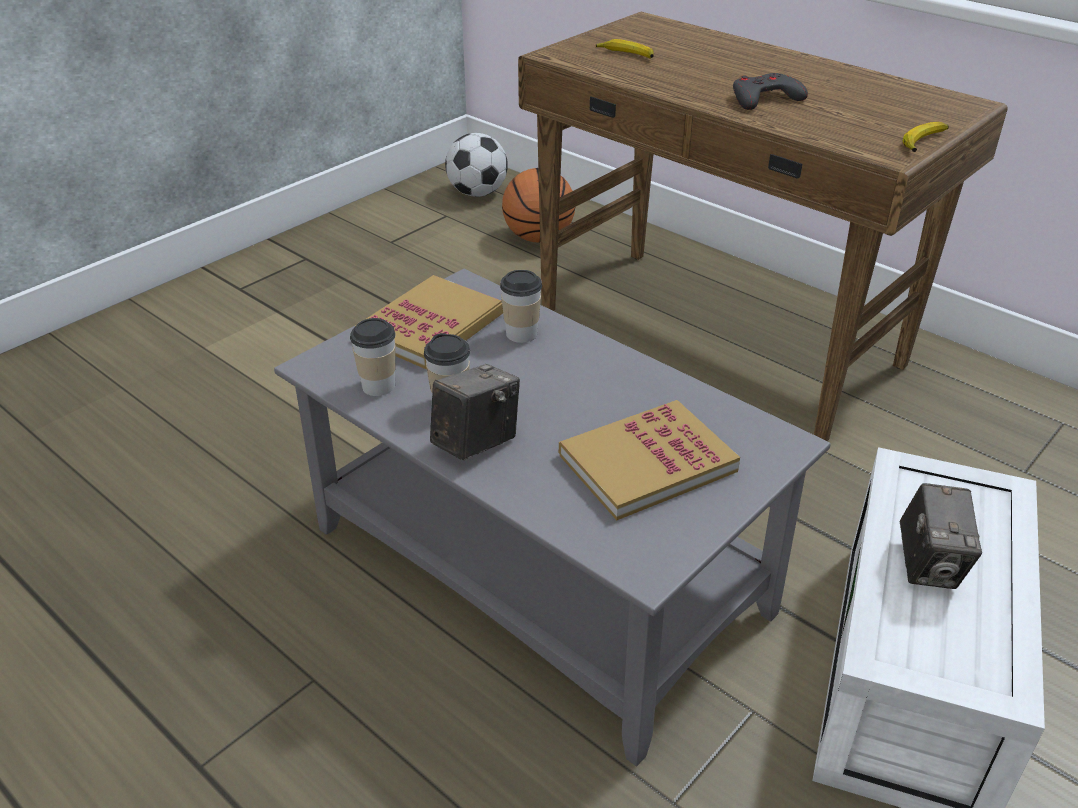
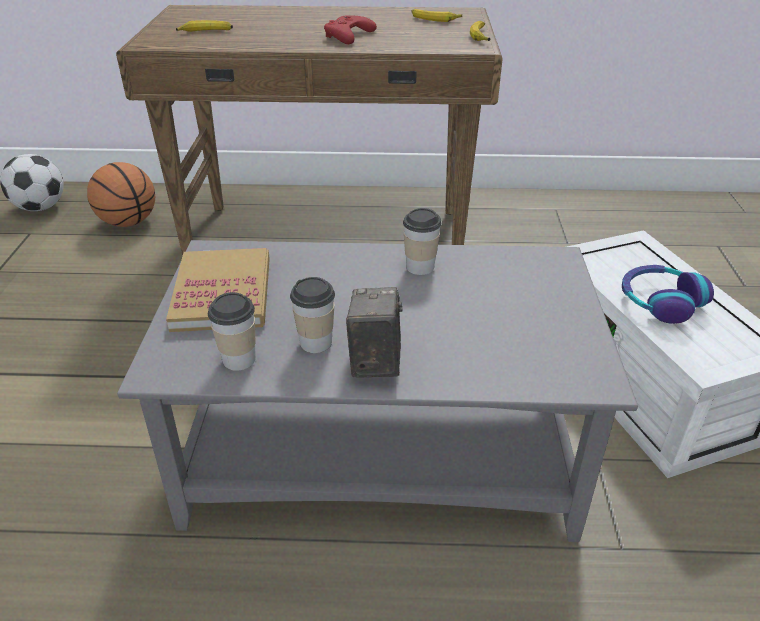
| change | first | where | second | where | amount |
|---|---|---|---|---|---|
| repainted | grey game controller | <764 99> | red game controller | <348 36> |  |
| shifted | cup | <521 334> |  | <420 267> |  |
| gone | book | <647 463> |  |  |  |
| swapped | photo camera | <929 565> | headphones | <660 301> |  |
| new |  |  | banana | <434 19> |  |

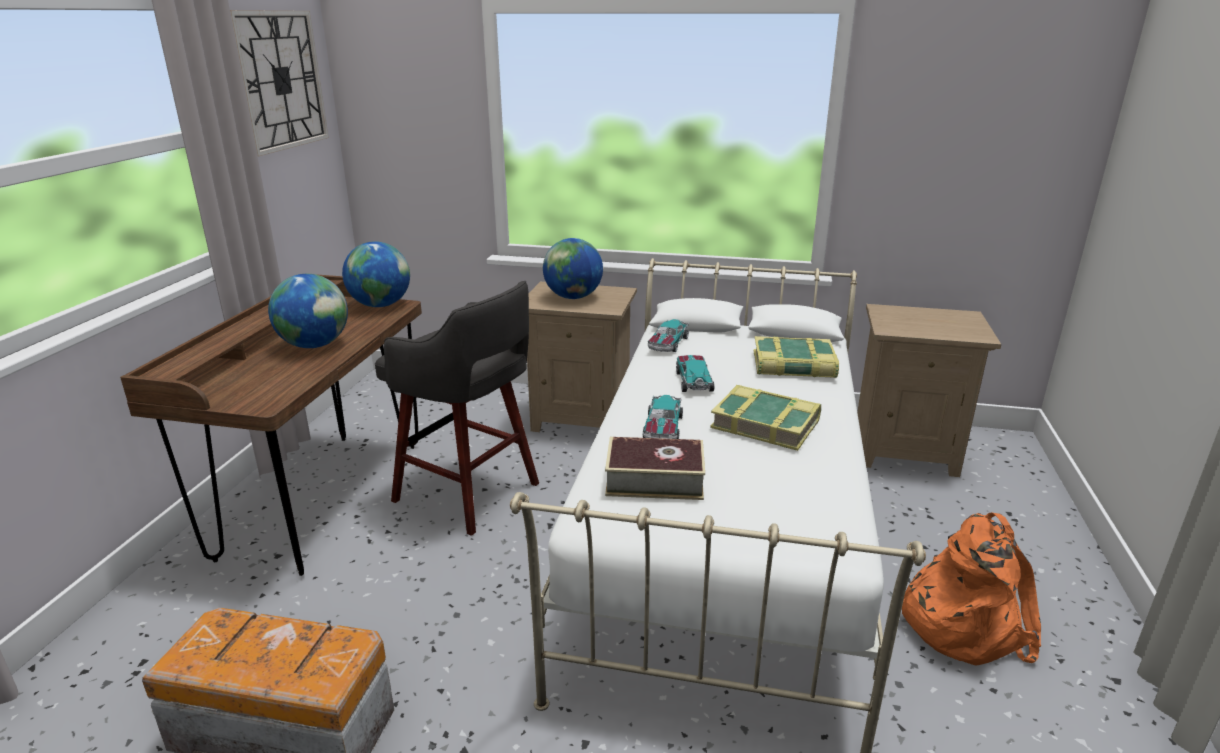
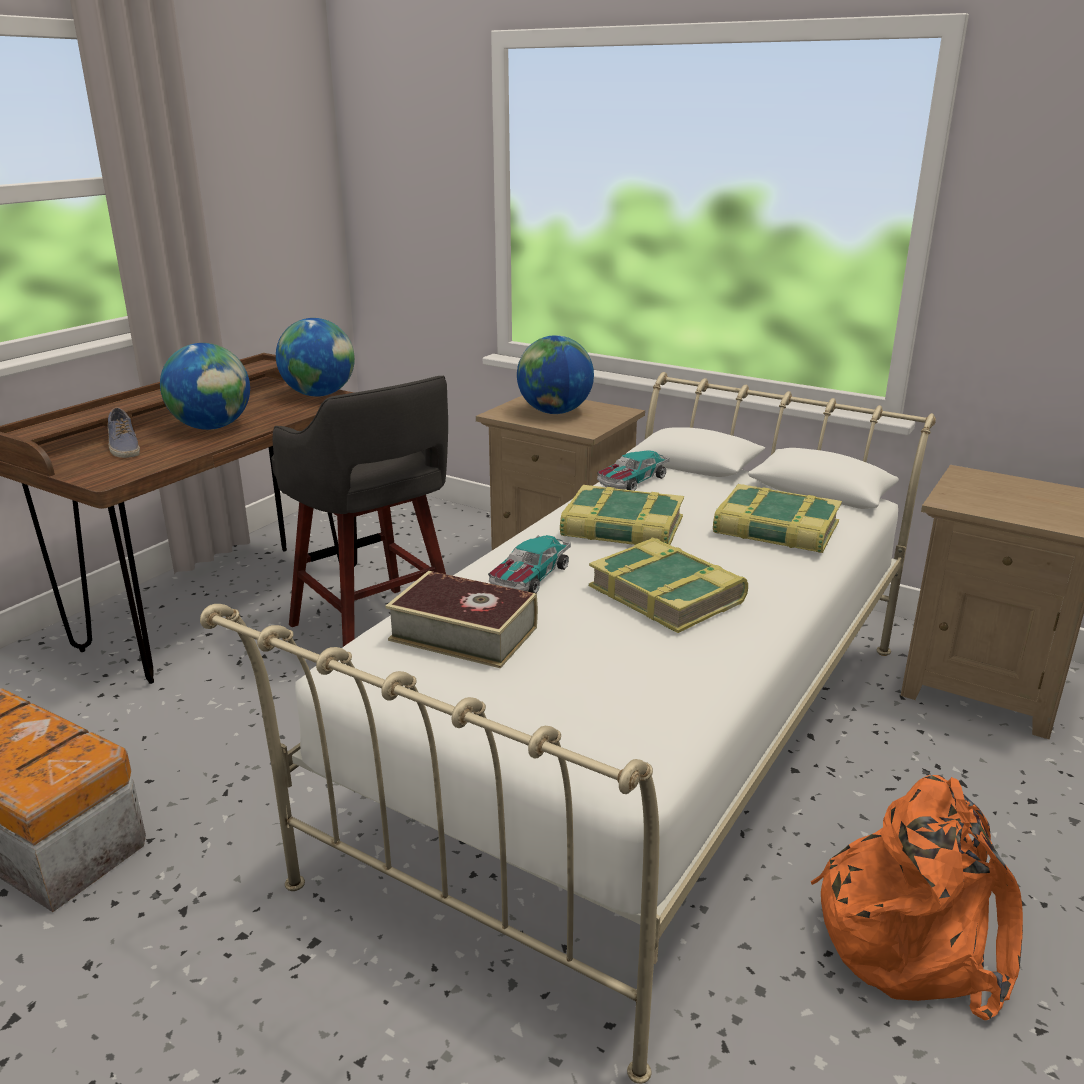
| change | first | where | second | where | amount |
|---|---|---|---|---|---|
| gone | wall clock | <279 80> |  |  |  |
| swapped | toy car | <694 381> | book | <622 528> |  |
| new |  |  | shoe | <123 447> |  |

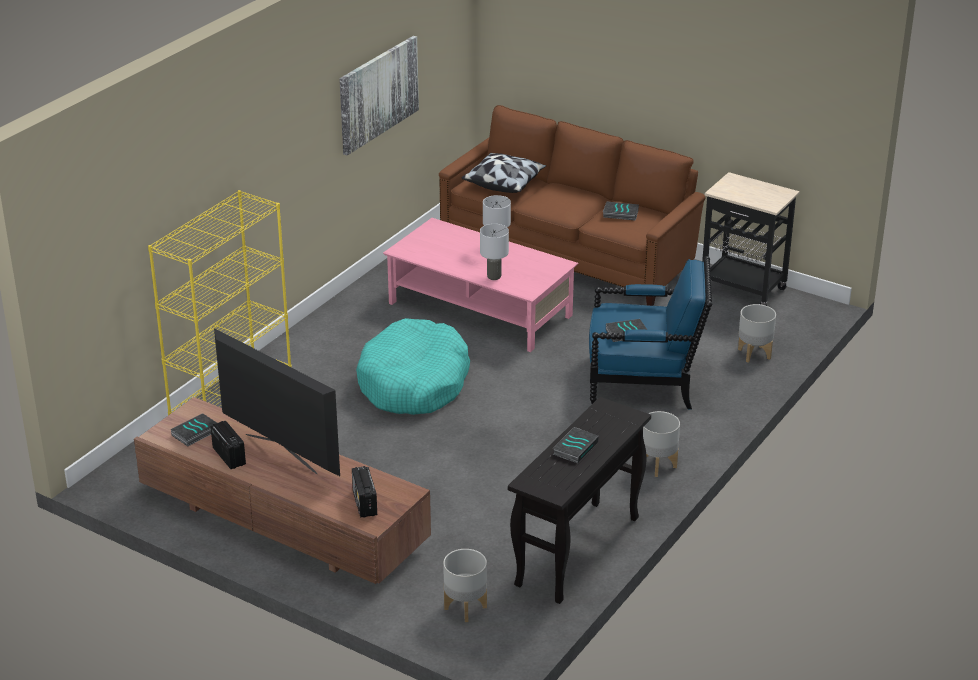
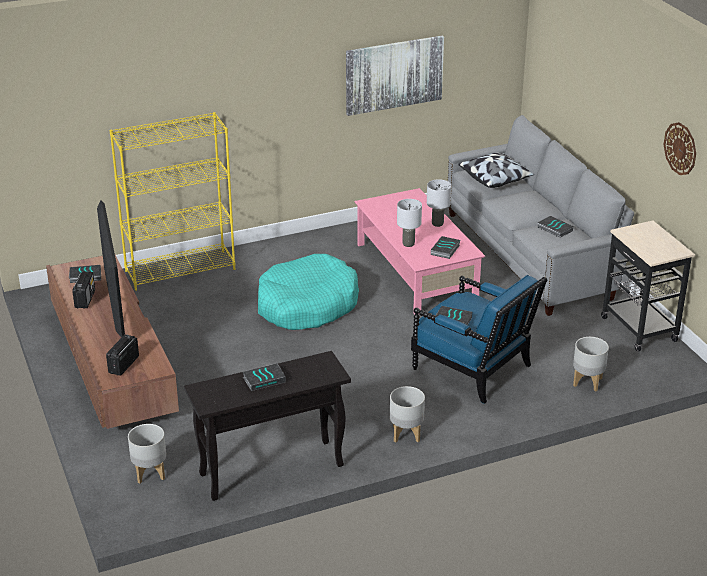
| change | first | where | second | where | amount |
|---|---|---|---|---|---|
| repainted | brown sofa | <570 253> | grey sofa | <532 254> |  |
| new |  |  | wall clock | <680 148> |  |
| new |  |  | book | <445 250> |  |

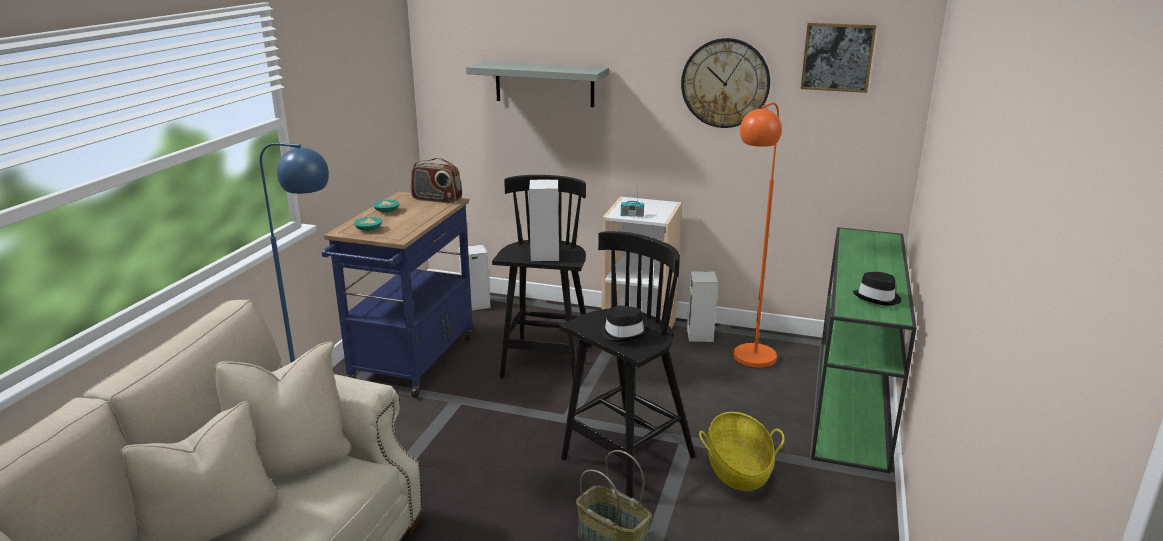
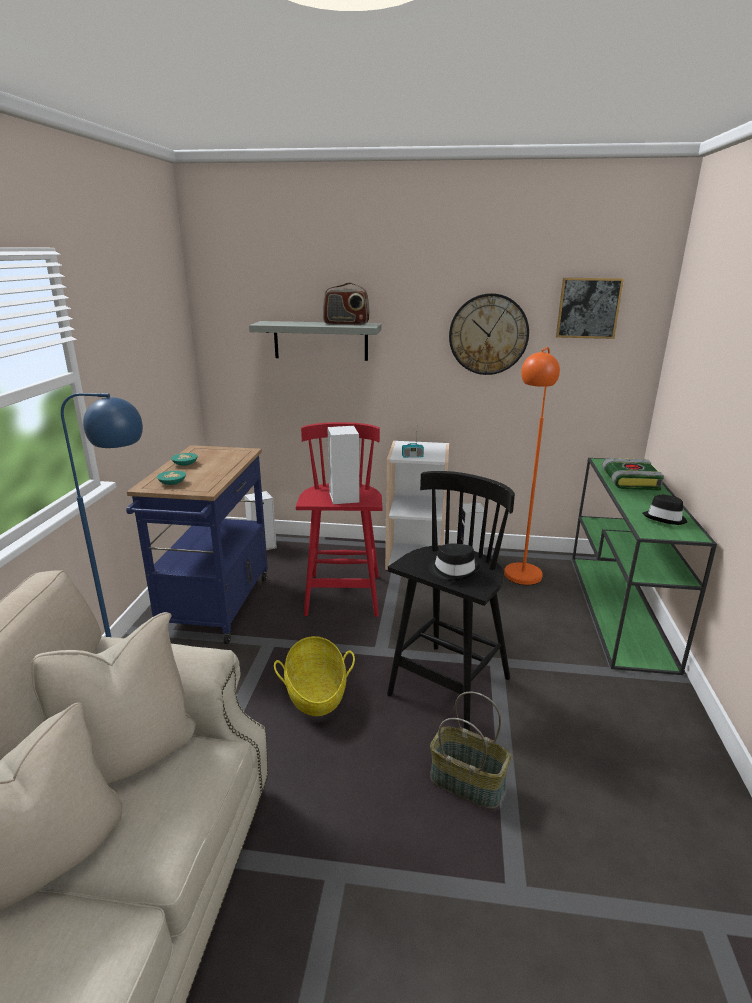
| change | first | where | second | where | amount |
|---|---|---|---|---|---|
| shifted | radio | <436 199> |  | <346 324> |  |
| repainted | black stool | <546 363> | red stool | <343 596> |  |
| shifted | basket | <738 469> |  | <316 692> |  |
| new |  |  | book | <628 480> |  |

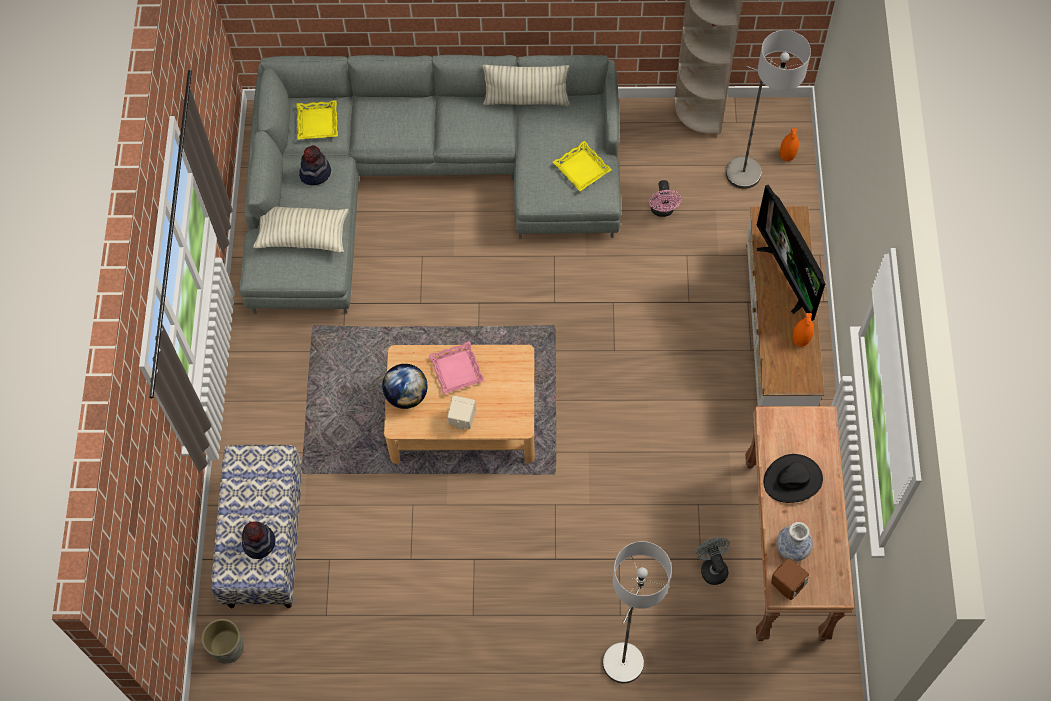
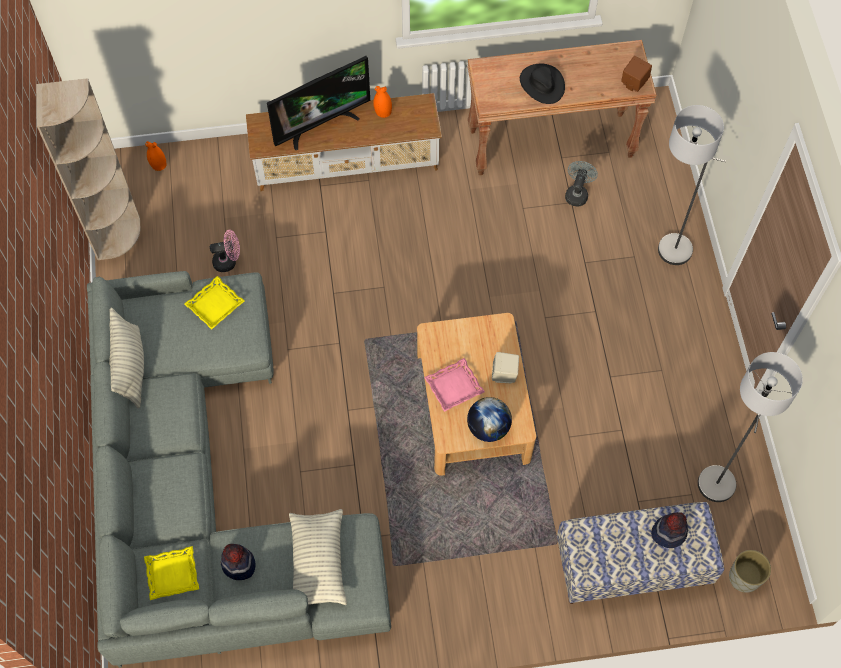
| change | first | where | second | where | amount |
|---|---|---|---|---|---|
| shifted | grey floor lamp | <753 177> |  | <718 474> |  |
| gone | vase | <792 547> |  |  |  |
| rotated | grey fan | <712 567> |  | <577 193> | 135 degrees clockwise |

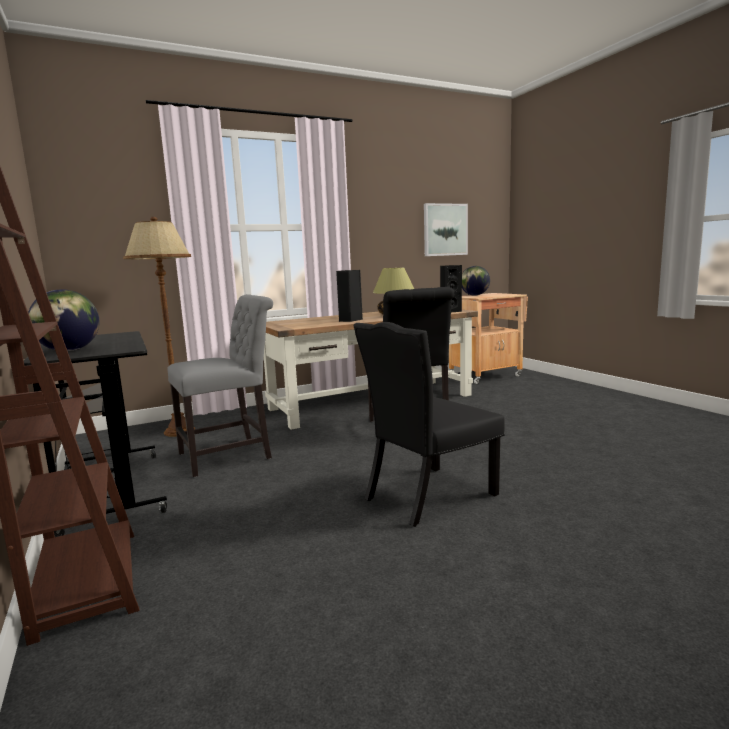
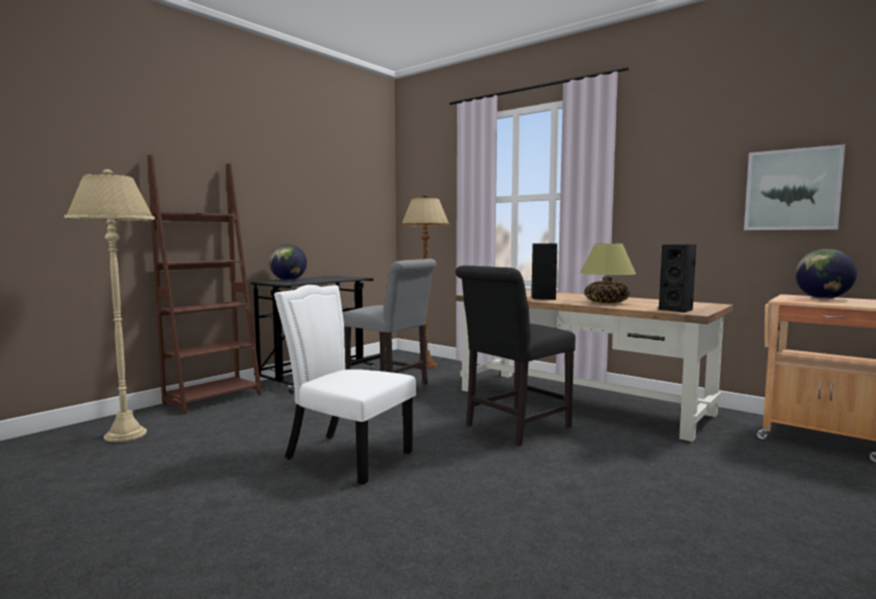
| change | first | where | second | where | amount |
|---|---|---|---|---|---|
| repainted | black chair | <430 495> | white chair | <349 457> |  |
| new |  |  | beige floor lamp | <125 435> |  |

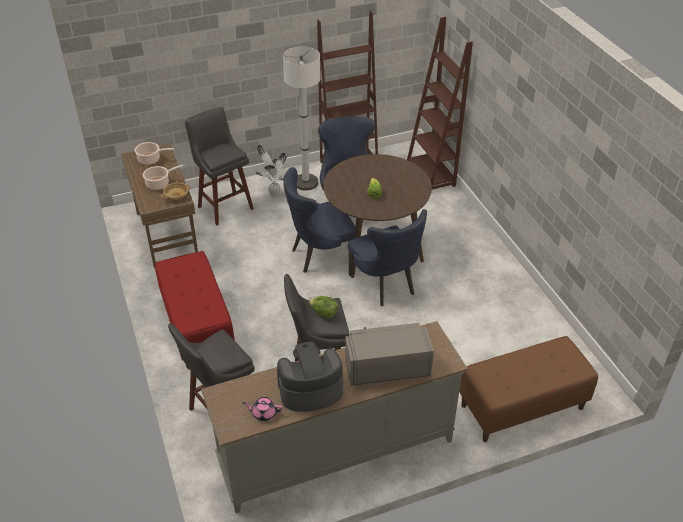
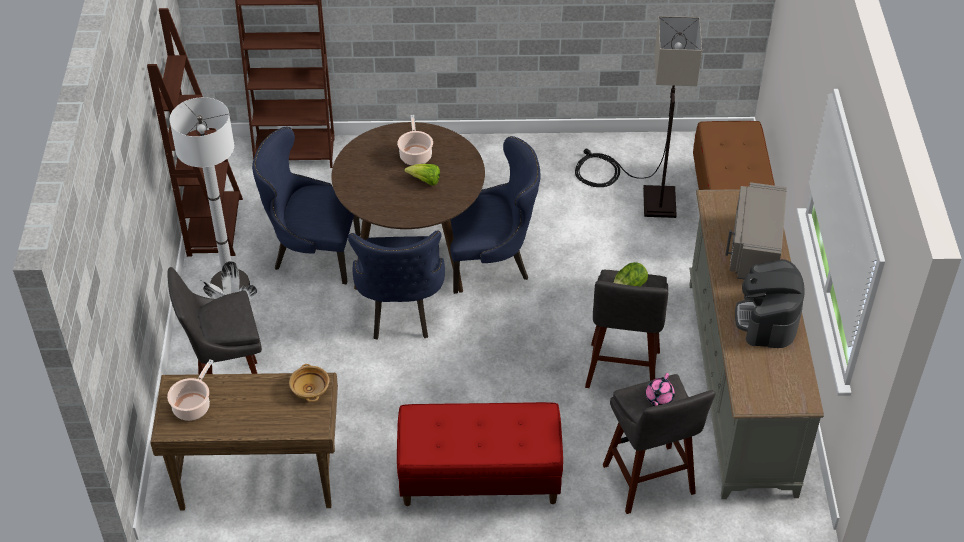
| change | first | where | second | where | amount |
|---|---|---|---|---|---|
| shifted | cooking pot | <159 184> |  | <415 155> |  |
| shifted | pink teapot | <264 413> |  | <659 398> |  |
| new |  |  | floor lamp | <626 185> |  |

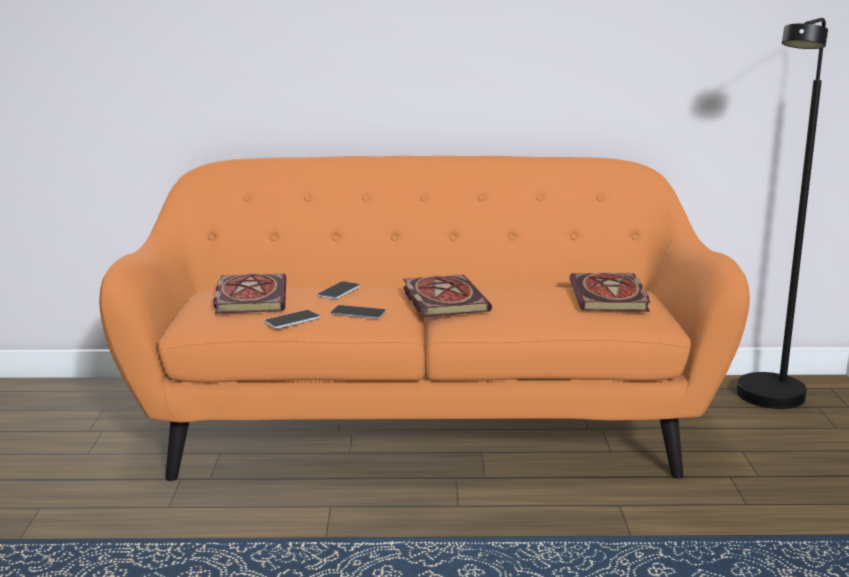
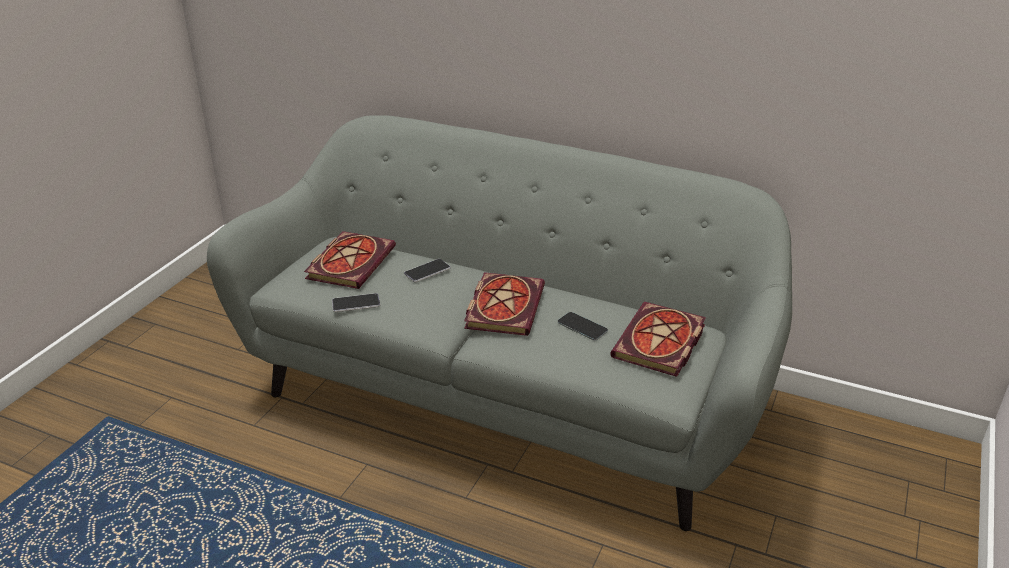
| change | first | where | second | where | amount |
|---|---|---|---|---|---|
| gone | black floor lamp | <769 403> |  |  |  |
| repainted | orange sofa | <424 429> | grey sofa | <503 397> |  |
| shifted | phone | <358 313> |  | <582 326> |  |

